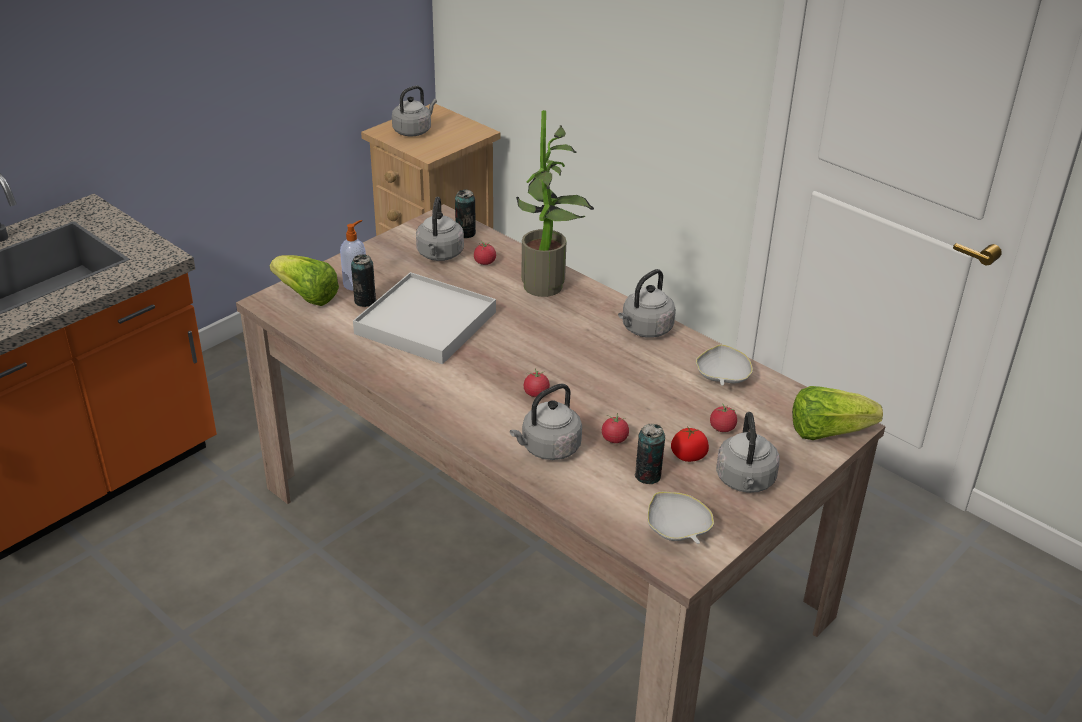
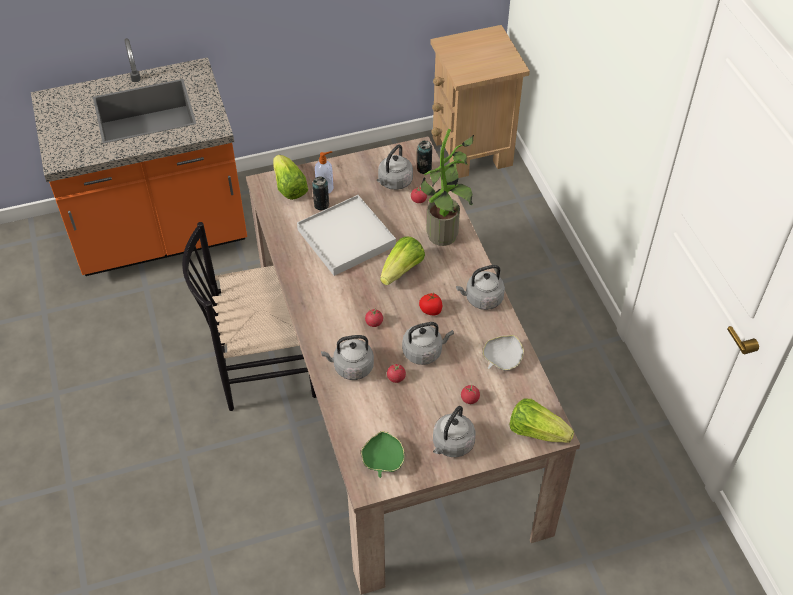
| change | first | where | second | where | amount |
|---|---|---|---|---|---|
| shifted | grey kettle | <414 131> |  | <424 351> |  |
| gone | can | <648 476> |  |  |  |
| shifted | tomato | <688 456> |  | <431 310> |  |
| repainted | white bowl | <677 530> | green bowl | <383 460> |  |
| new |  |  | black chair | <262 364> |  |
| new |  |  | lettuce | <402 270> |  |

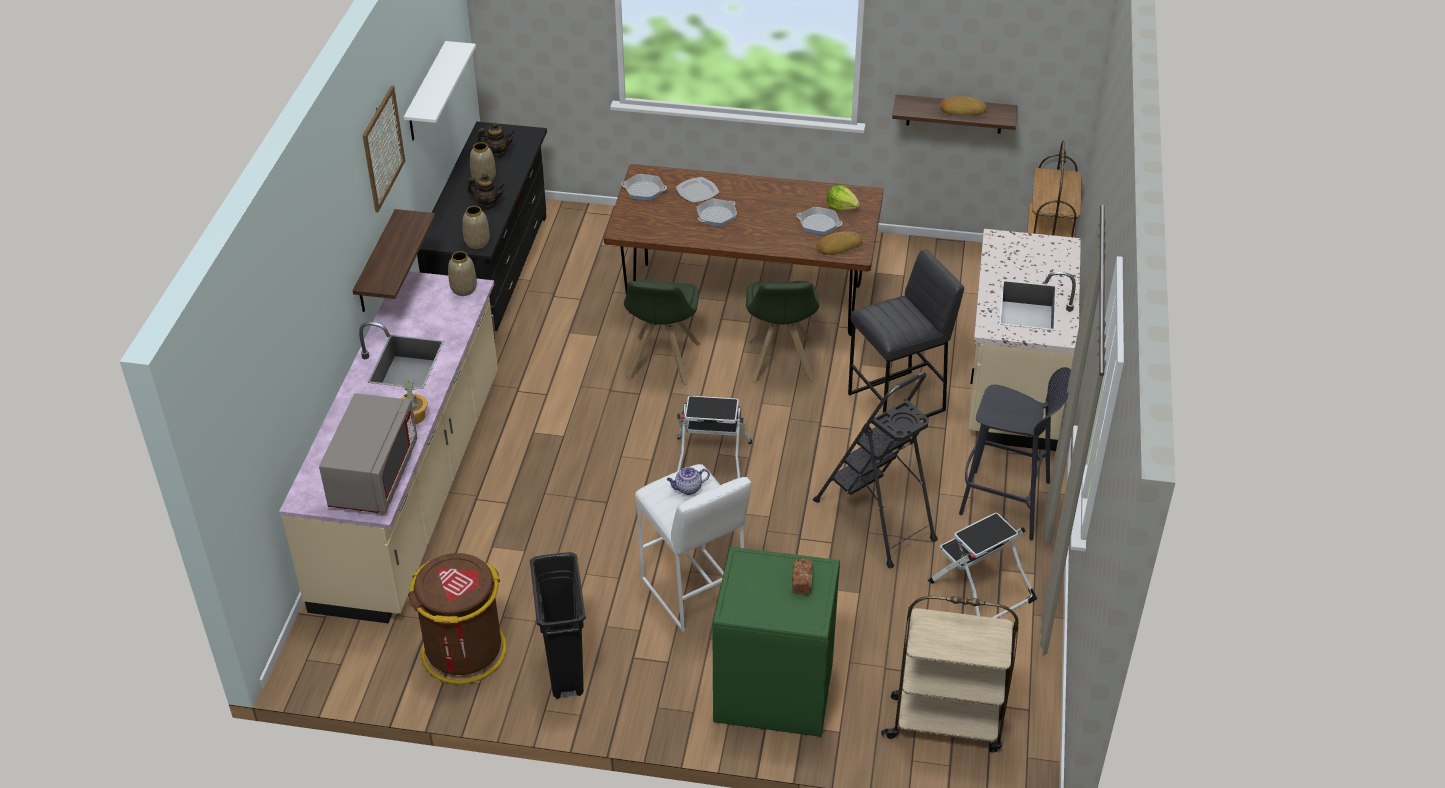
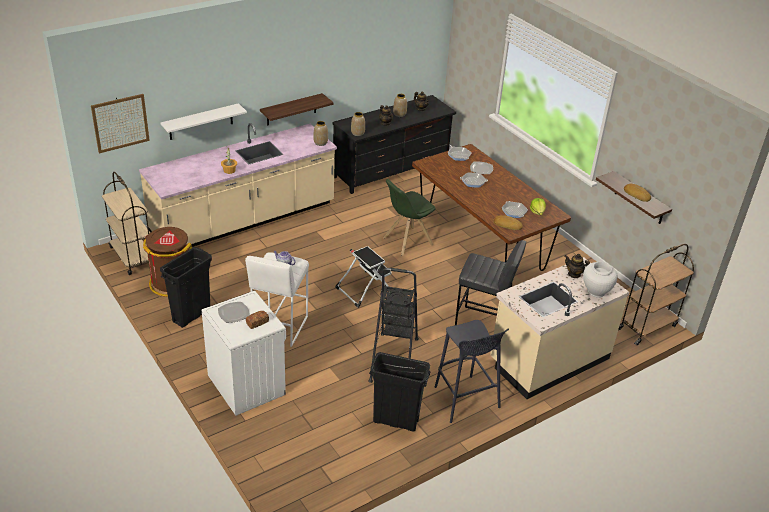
| change | first | where | second | where | amount |
|---|---|---|---|---|---|
| shifted | white shelf | <427 93> |  | <201 122> |  |
| shifted | picture | <382 147> |  | <120 122> |  |
| gone | green chair | <780 360> |  |  |  |
| gone | grey microwave | <374 476> |  |  |  |
| swapped | step ladder | <982 587> | black trash can | <395 421> |  |
| repainted | green washing machine | <773 689> | white washing machine | <248 384> |  |
| shifted | beige cart | <946 725> |  | <132 258> |  |
| new |  |  | teapot | <574 274> |  |
| new |  |  | white vase | <596 292> |  |
| new |  |  | plate | <233 313> |  |

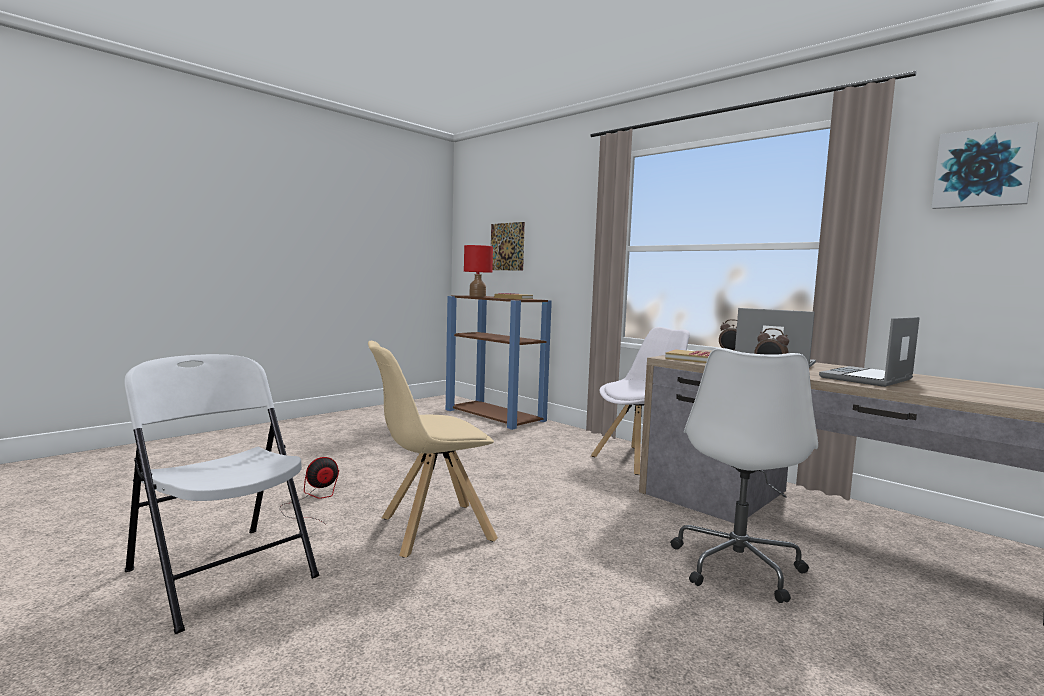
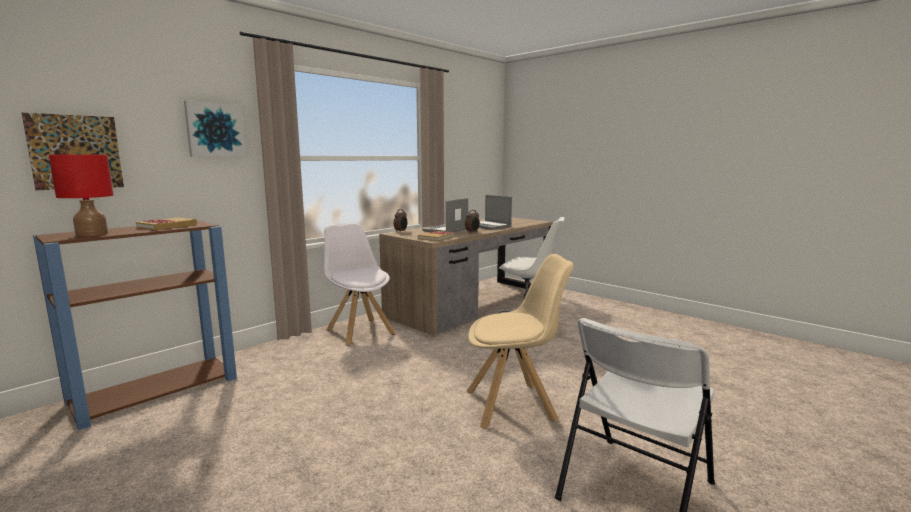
| change | first | where | second | where | amount |
|---|---|---|---|---|---|
| shifted | picture | <982 168> |  | <215 130> |  |
| rotated | beige chair | <431 529> |  | <514 404> | 75 degrees counterclockwise |
| gone | fan | <314 500> |  |  |  |

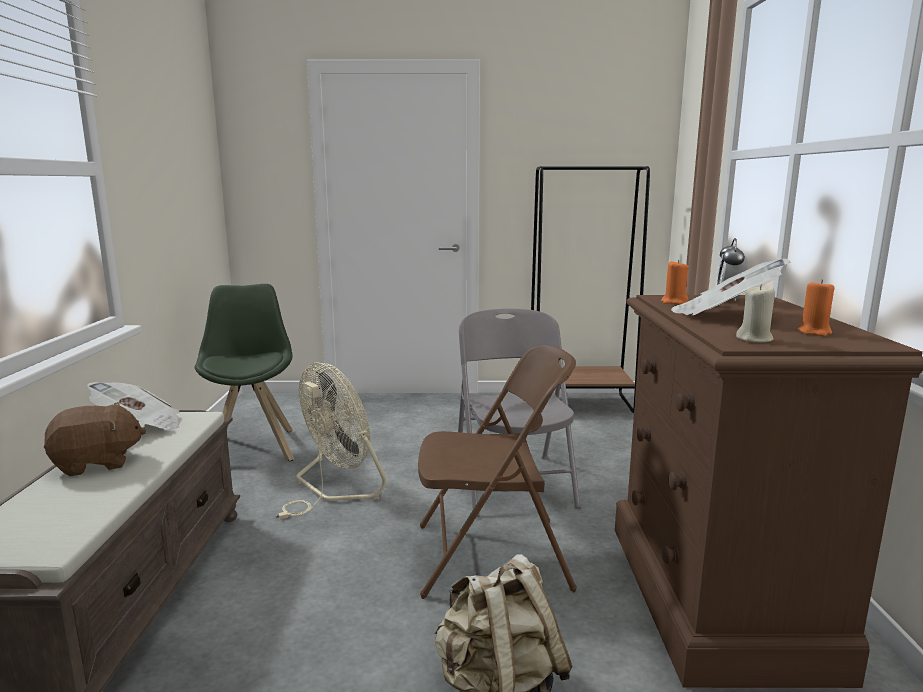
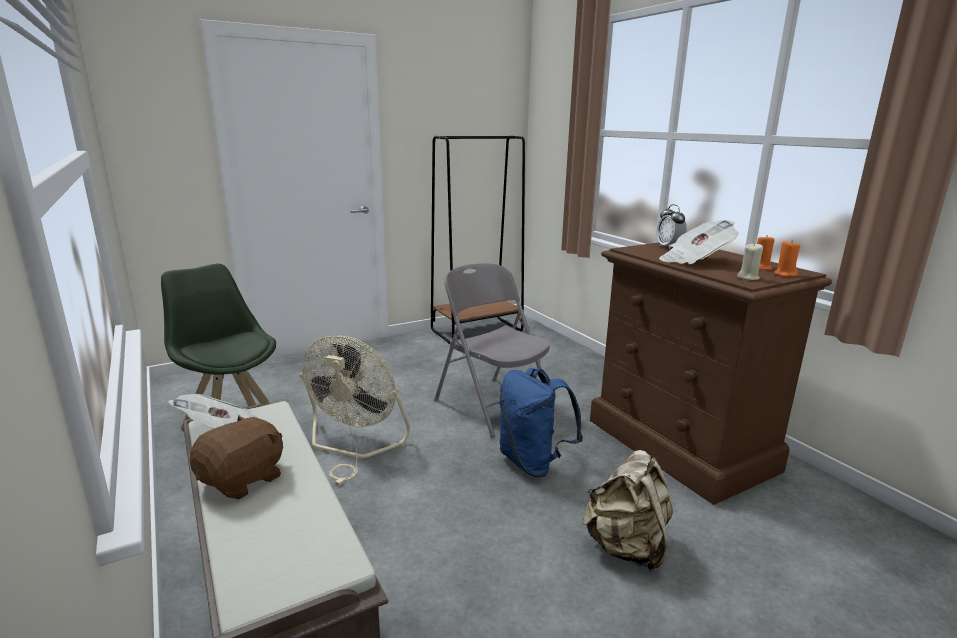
| change | first | where | second | where | amount |
|---|---|---|---|---|---|
| shifted | orange candle | <674 302> |  | <785 274> |  |
| swapped | brown chair | <491 556> | blue backpack | <533 462> |  |

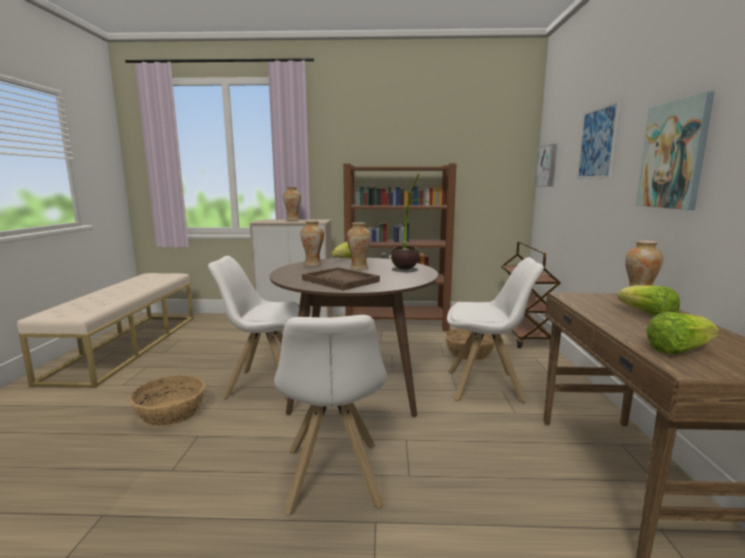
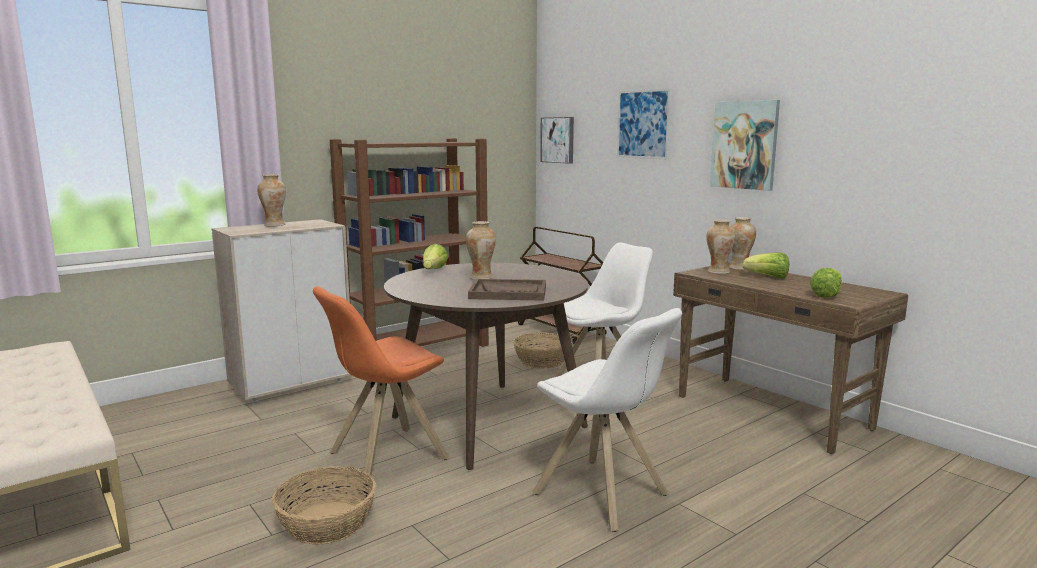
| change | first | where | second | where | amount |
|---|---|---|---|---|---|
| gone | potted plant | <407 273> |  |  |  |
| shifted | vase | <313 265> |  | <718 272> |  |
| repainted | white chair | <265 384> | orange chair | <387 455> |  |

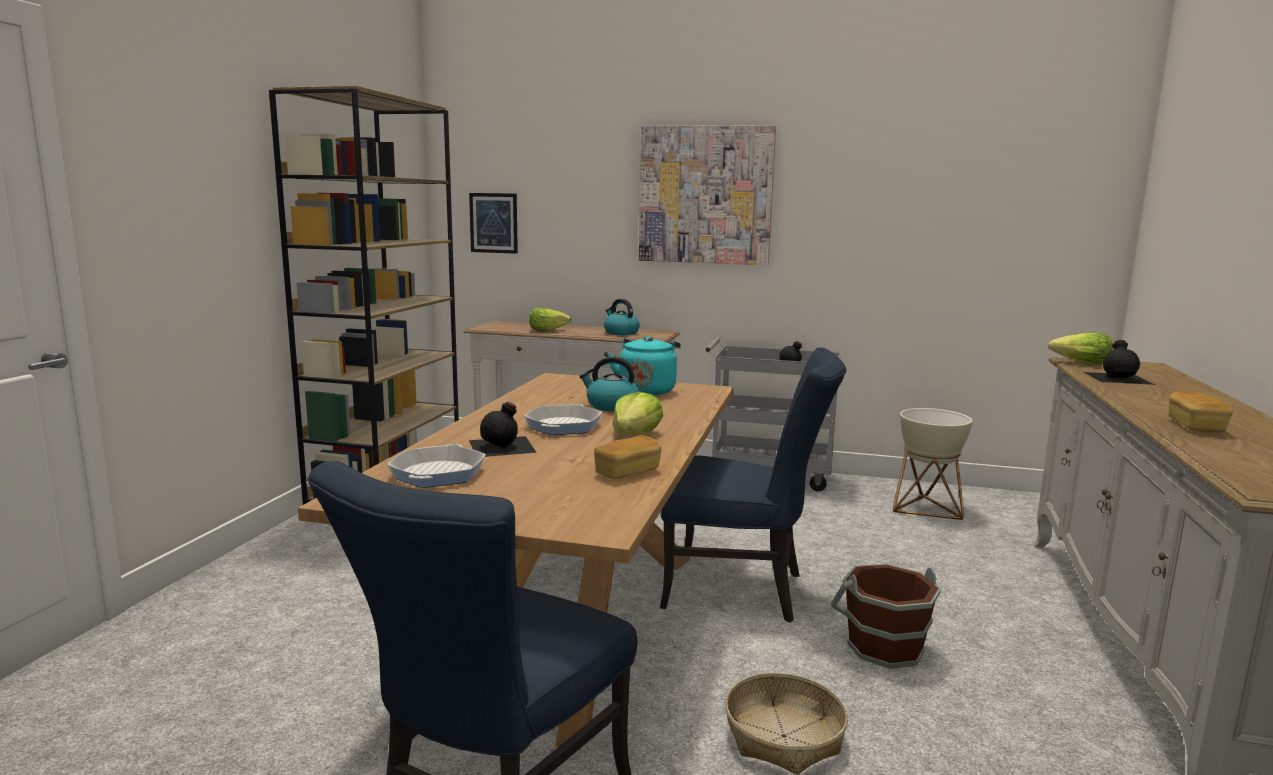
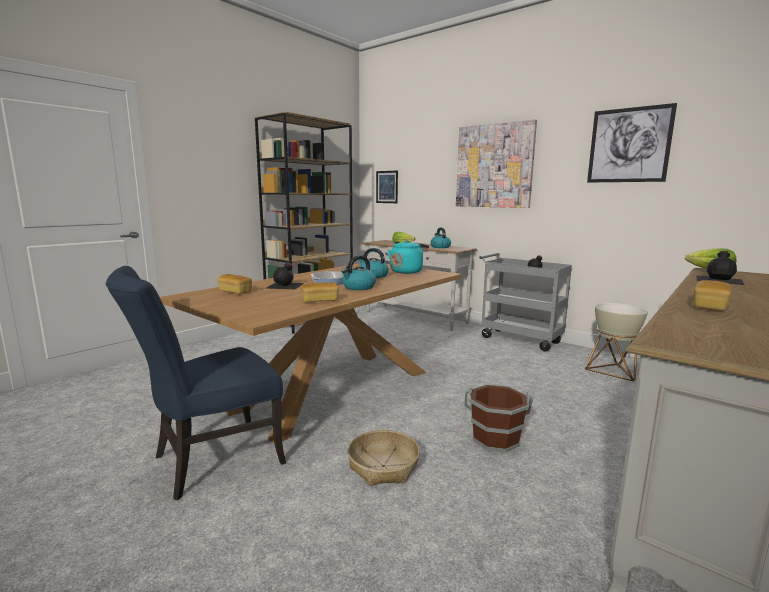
| change | first | where | second | where | amount |
|---|---|---|---|---|---|
| gone | blue chair | <743 590> |  |  |  |
| swapped | lettuce | <635 434> | kettle | <358 287> |  |
| swapped | frying pan | <438 473> | bread | <235 292> |  |
| new |  |  | picture | <629 145> |  |

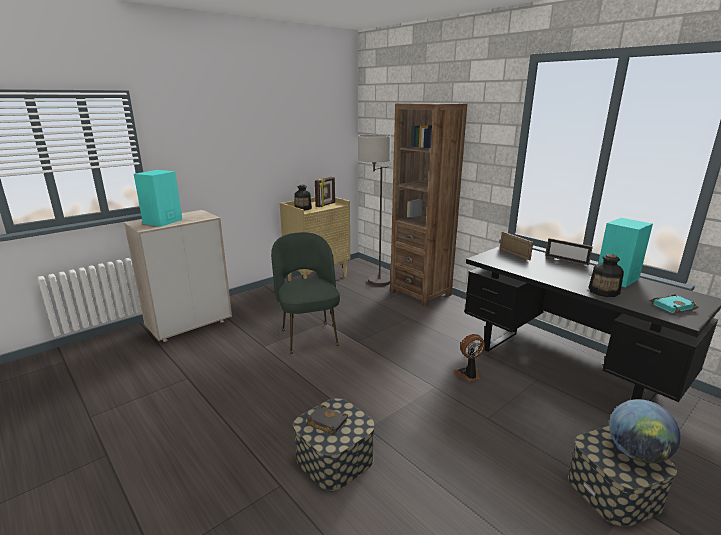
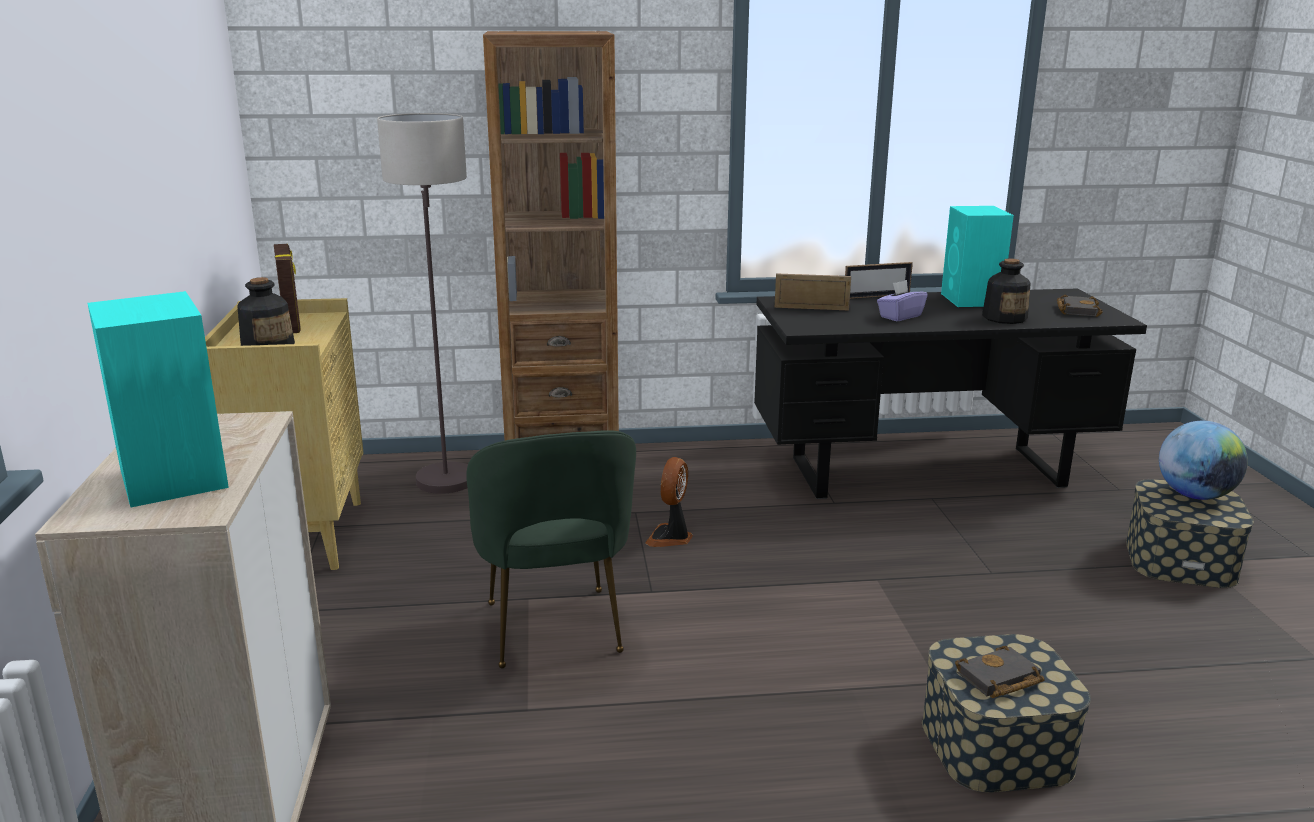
| change | first | where | second | where | amount |
|---|---|---|---|---|---|
| rotated | green chair | <308 335> |  | <554 635> | 120 degrees counterclockwise |
| repainted | turquoise book | <672 306> | black book | <1076 310> |  |
| shifted | fan | <468 375> |  | <671 538> |  |
| new |  |  | purple tissue box | <900 316> |  |

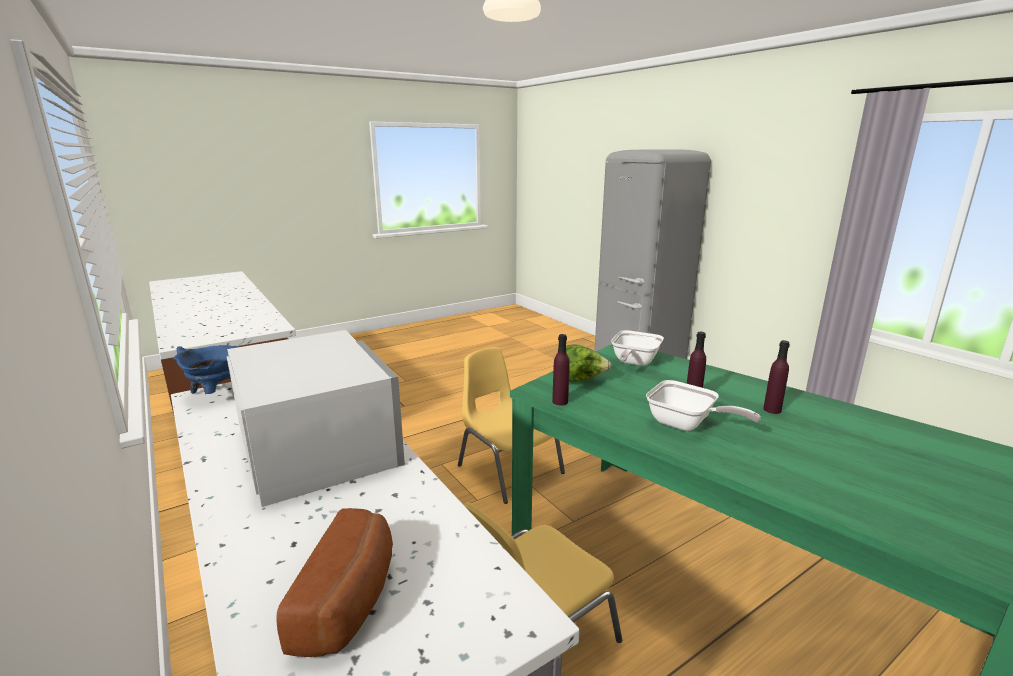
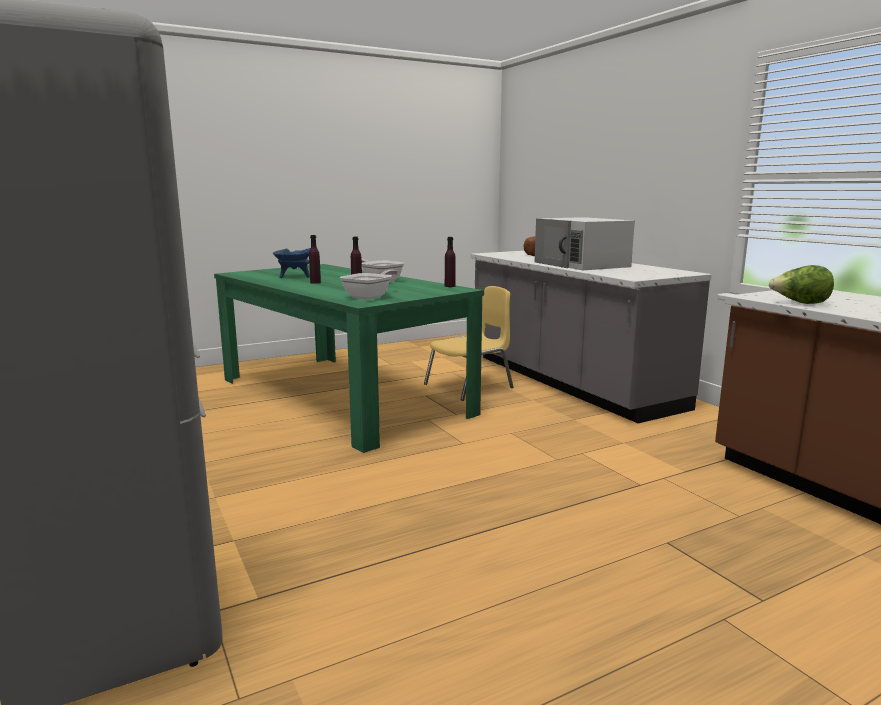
| change | first | where | second | where | amount |
|---|---|---|---|---|---|
| shifted | lettuce | <579 380> |  | <800 303> |  |
| shifted | blue cooking pot | <217 394> |  | <294 277> |  |
| gone | yellow chair | <508 469> |  |  |  |

